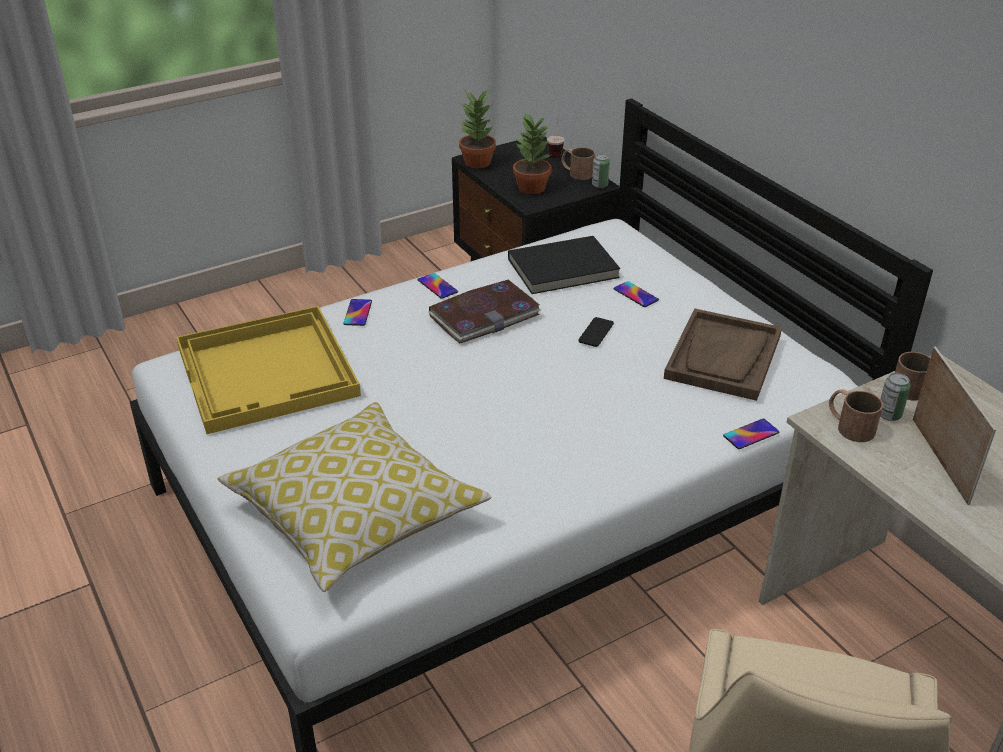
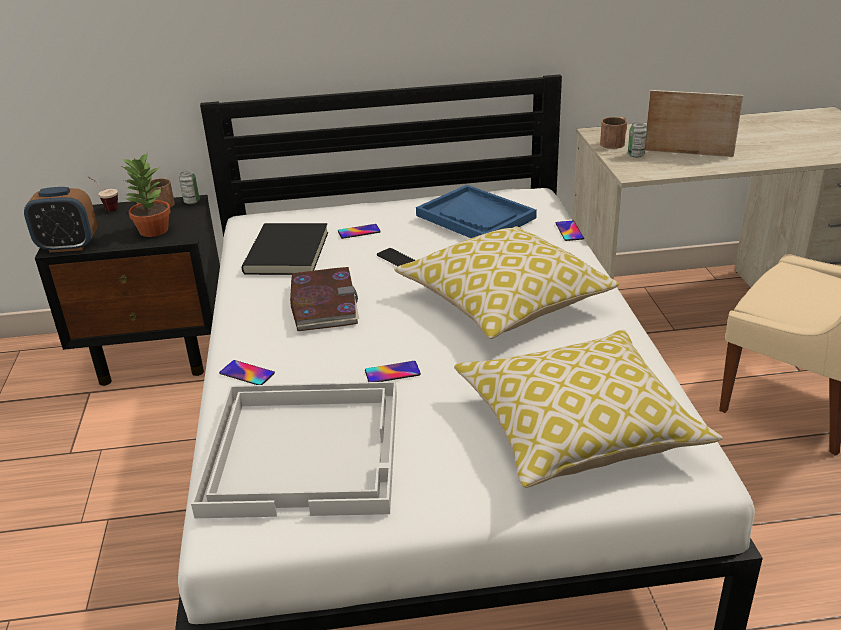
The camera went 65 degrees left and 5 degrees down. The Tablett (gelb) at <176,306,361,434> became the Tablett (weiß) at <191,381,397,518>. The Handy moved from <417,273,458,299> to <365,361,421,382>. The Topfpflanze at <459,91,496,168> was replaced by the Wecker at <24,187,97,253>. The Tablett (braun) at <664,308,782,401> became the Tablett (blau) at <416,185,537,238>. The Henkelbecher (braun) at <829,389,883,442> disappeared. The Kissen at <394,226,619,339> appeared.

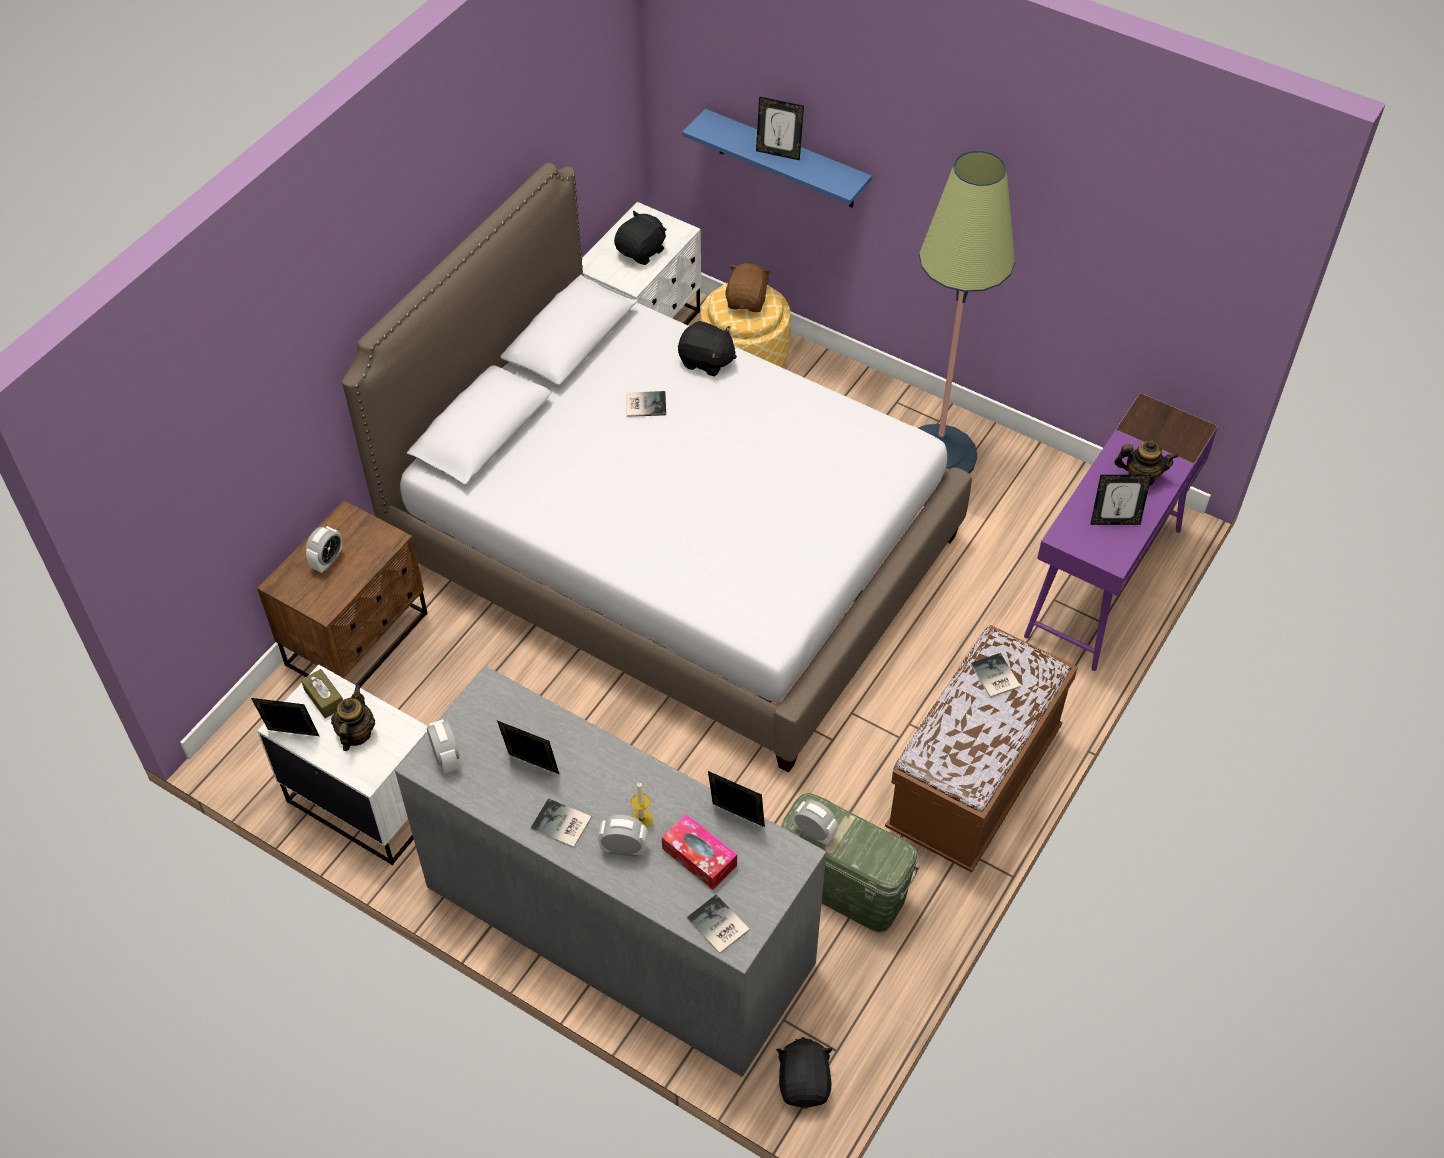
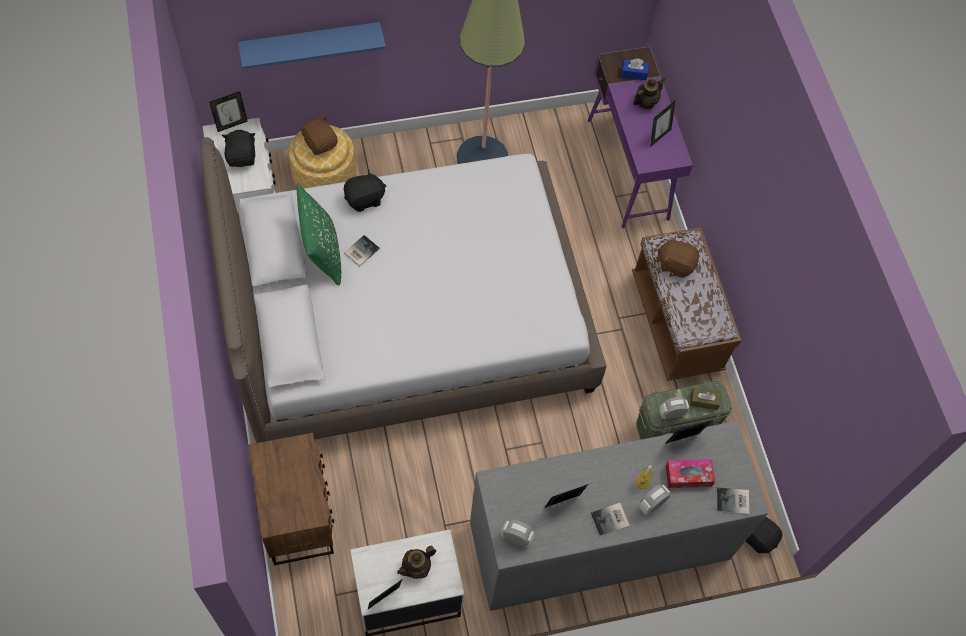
The camera went 50 degrees left and 10 degrees up. The Taschentuchbox (braun) moved from <301,669,343,718> to <690,388,721,410>. The Wecker at <305,526,342,573> disappeared. The Teekanne at <331,685,375,751> turned 90 degrees counterclockwise. The Bilderrahmen moved from <756,97,804,160> to <209,91,248,132>. The Buch at <971,653,1021,698> was replaced by the Plüschtier (braun) at <657,235,699,278>. The Kissen (grün) at <296,183,341,286> appeared. The Taschentuchbox (blau) at <621,59,649,80> appeared.

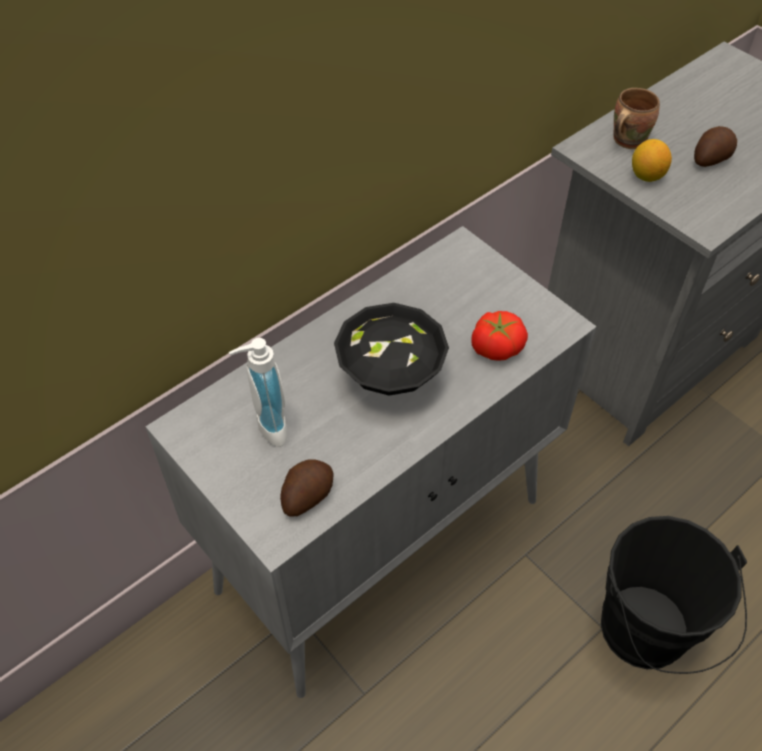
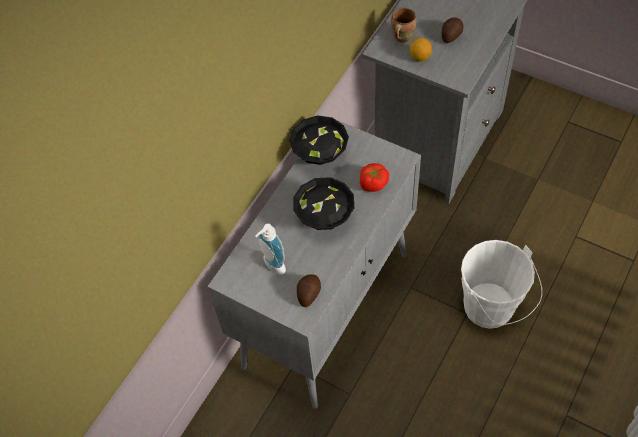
The camera went 15 degrees left and 5 degrees up. The Eimer (schwarz) at <601,516,747,674> became the Eimer (weiß) at <461,240,542,329>. The Schüssel (schwarz) at <289,116,349,165> appeared.

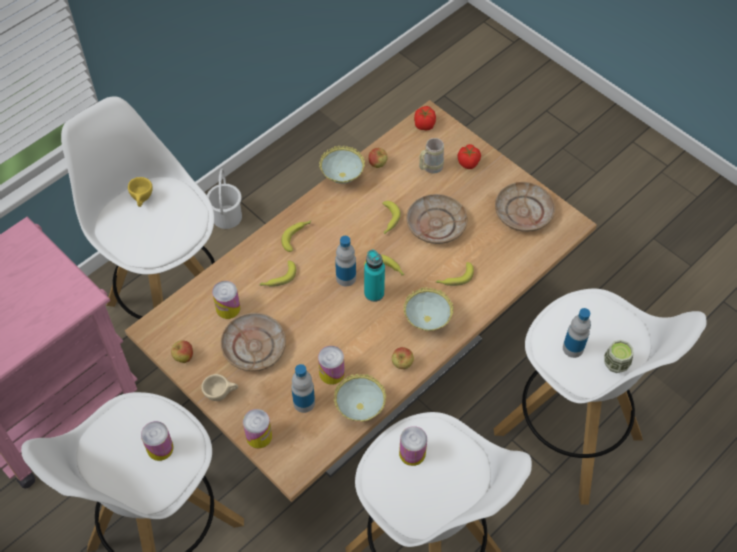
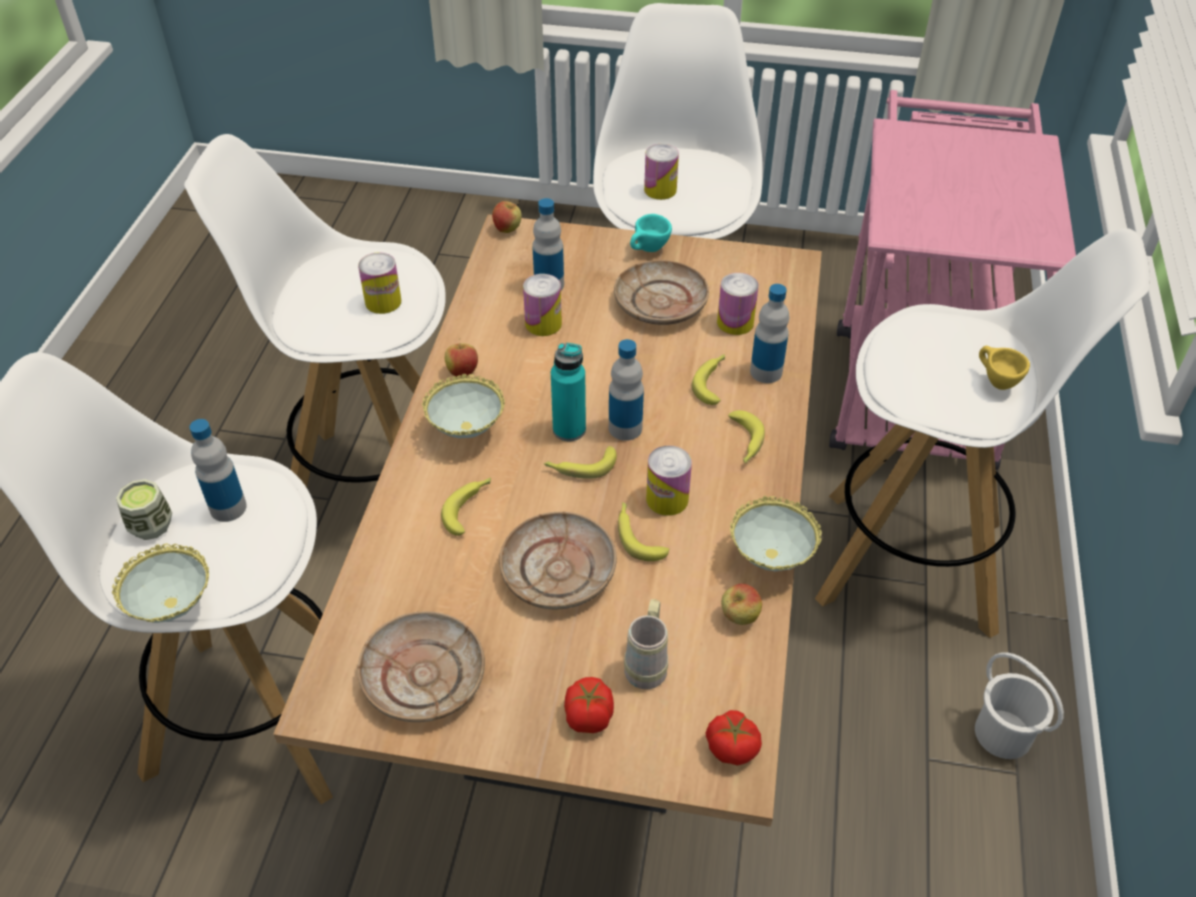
The camera went 145 degrees right and 10 degrees down. The Apfel moved from <171,341,193,363> to <492,201,522,233>. The Tasse (beige) at <201,374,238,401> became the Tasse (türkis) at <630,214,672,252>. The Dose moved from <243,409,272,448> to <646,445,692,516>. The Schüssel moved from <334,374,386,421> to <112,543,209,623>. The Flasche at <750,284,789,383> appeared.

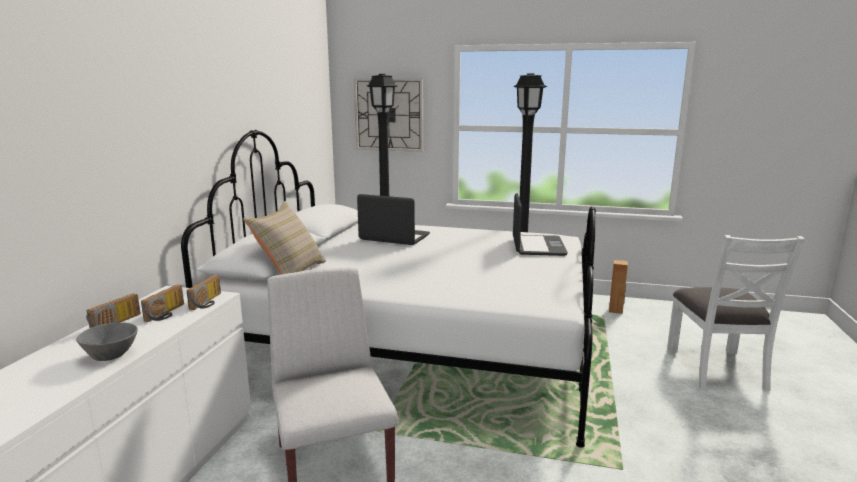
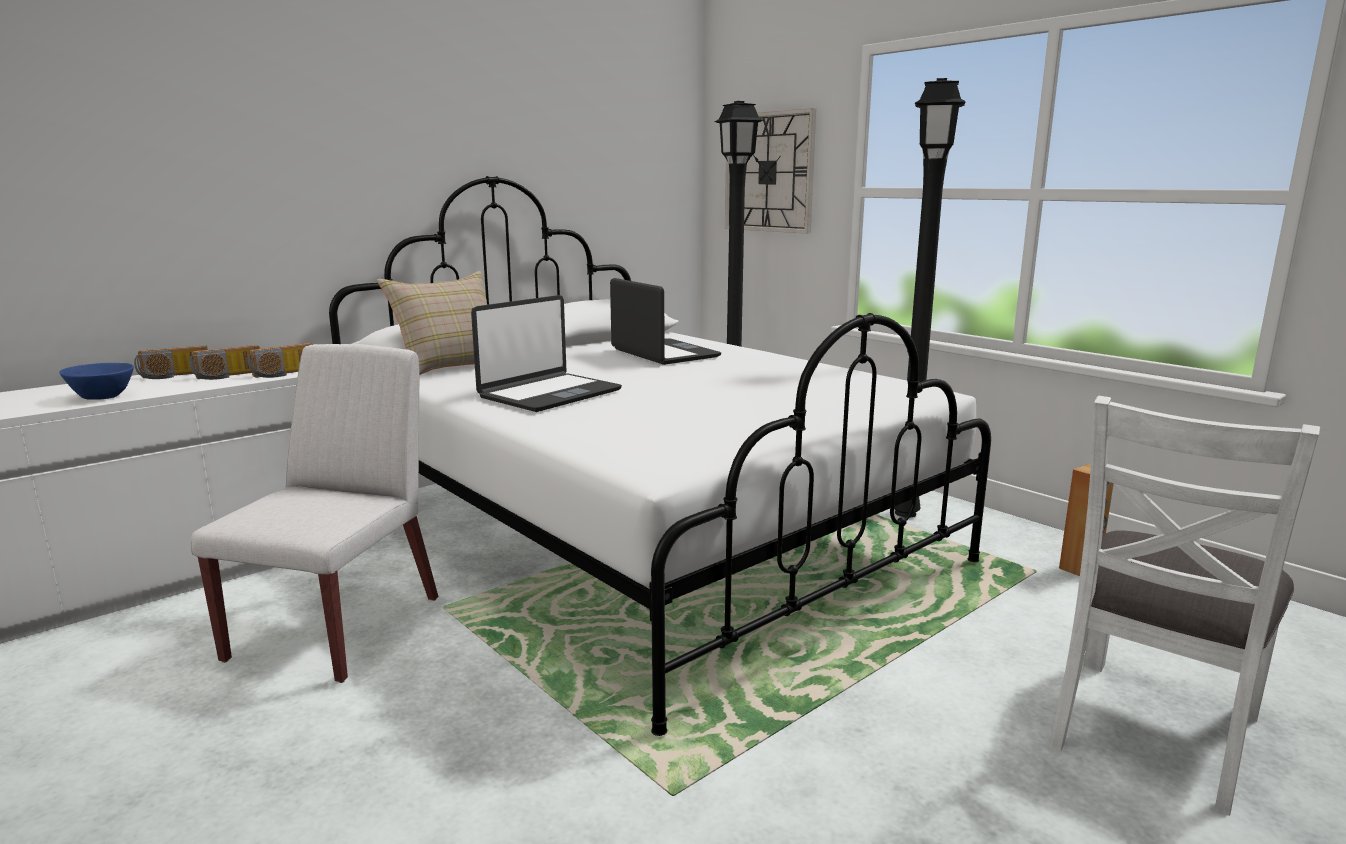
The camera went 35 degrees right and 0 degrees up. The Schüssel (grau) at <76,322,138,361> became the Schüssel (blau) at <59,363,134,400>. The Laptop moved from <513,193,568,256> to <471,295,622,412>.

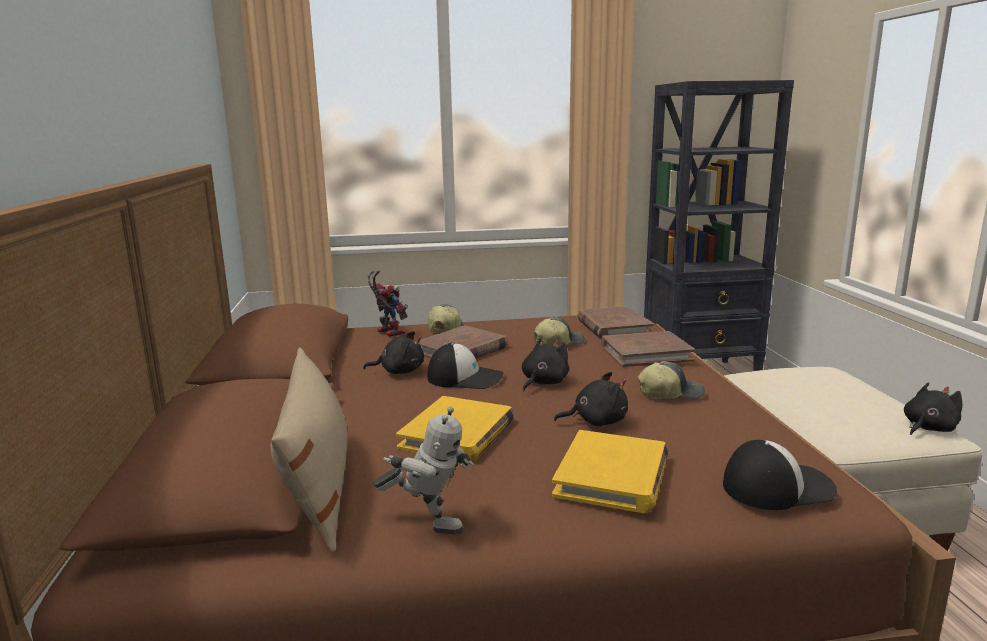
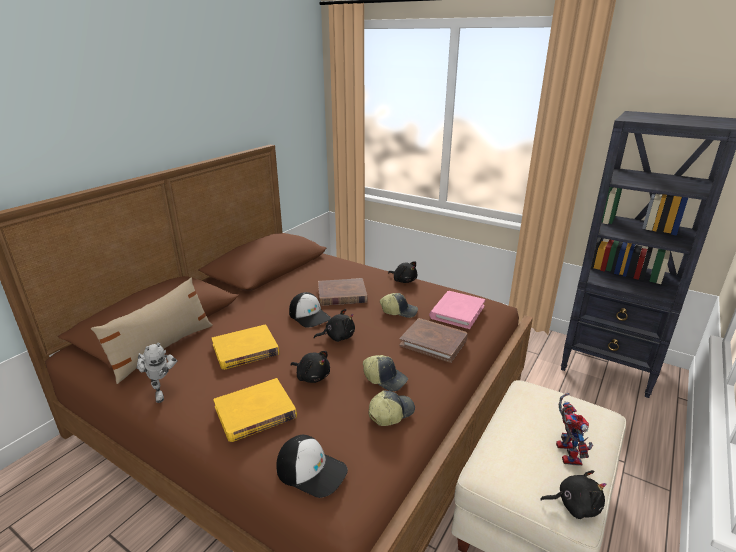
The camera went 40 degrees right and 10 degrees up. The Plüschtier (schwarz) moved from <363,331,424,374> to <388,261,417,283>. The Spielzeugroboter moved from <367,271,408,337> to <556,393,593,466>. The Kappe moved from <428,304,463,333> to <368,391,415,426>. The Buch (braun) at <577,306,654,339> became the Buch (rosa) at <429,291,485,329>.

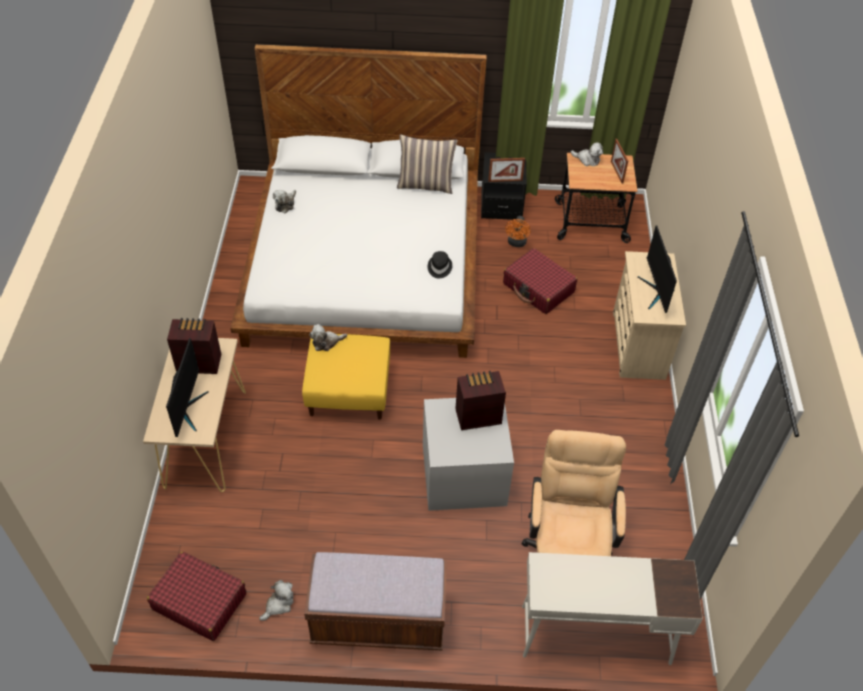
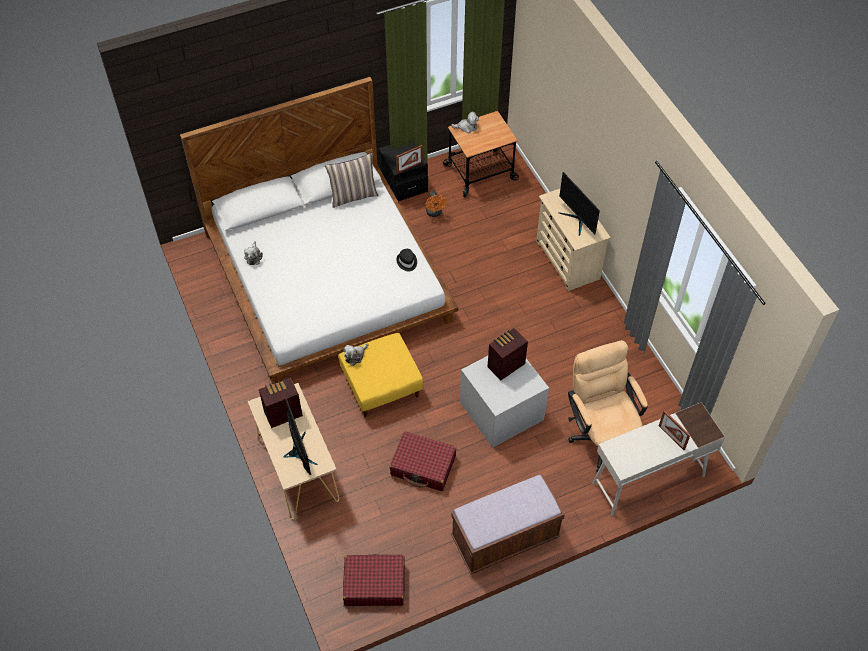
The camera went 25 degrees left and 5 degrees up. The Plüschtier at <259,580,294,621> disappeared. The Koffer (rot) moved from <503,248,577,314> to <390,431,456,491>. The Bilderrahmen moved from <611,139,628,184> to <659,410,690,450>.

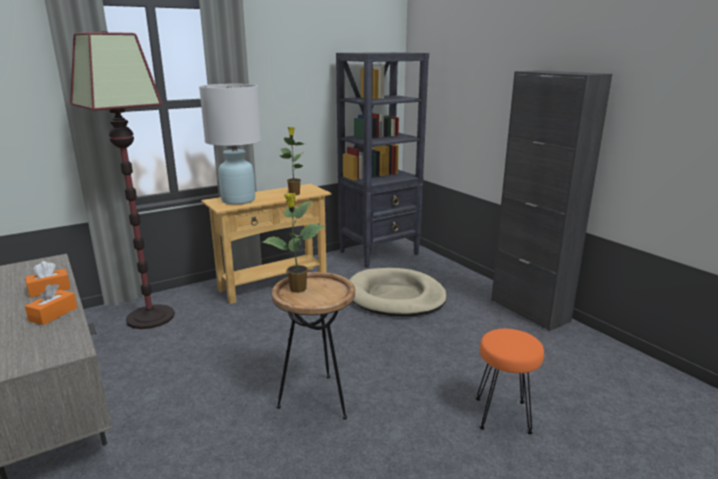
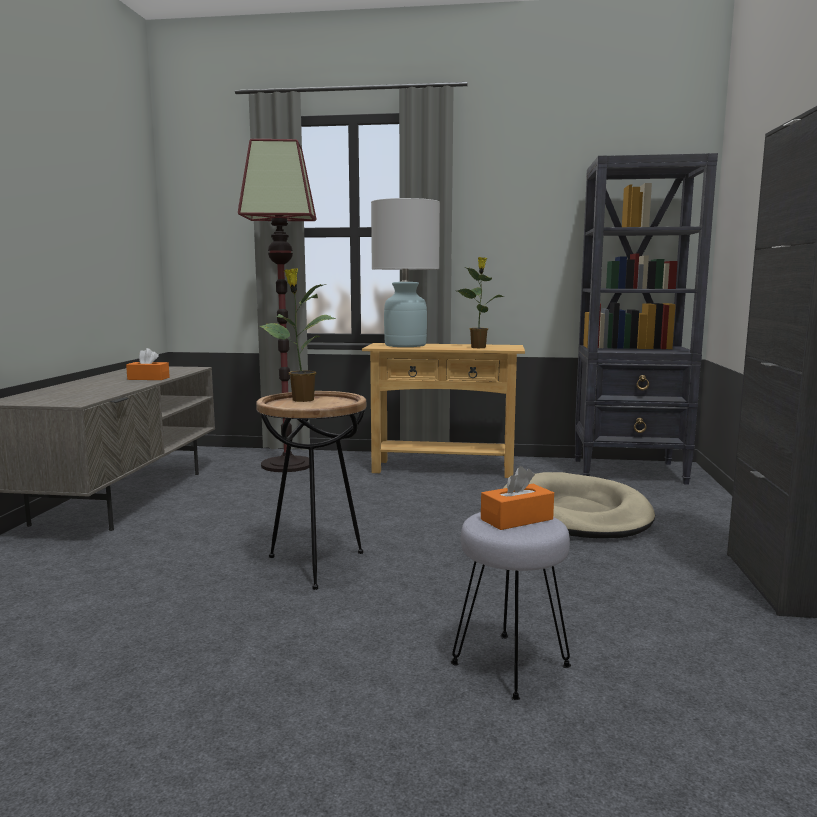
The camera went 40 degrees right and 10 degrees down. The Taschentuchbox (orange) moved from <25,284,77,325> to <481,466,554,530>. The Hocker (orange) at <476,329,544,434> became the Hocker (grau) at <451,512,571,700>.

